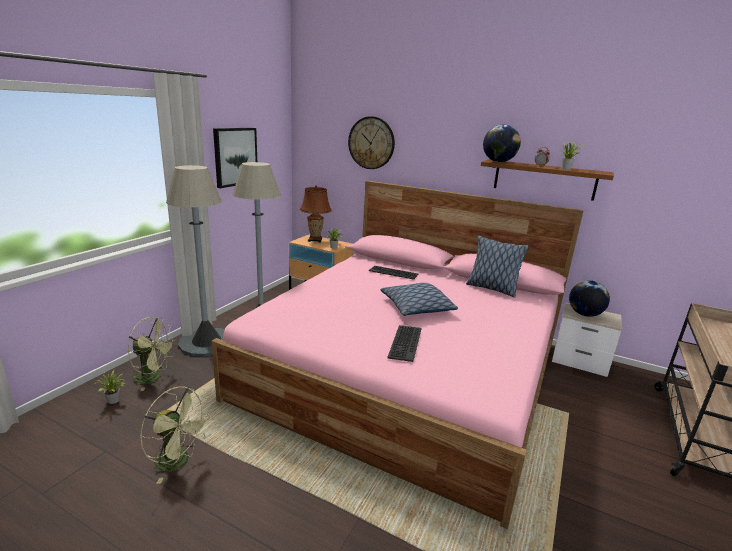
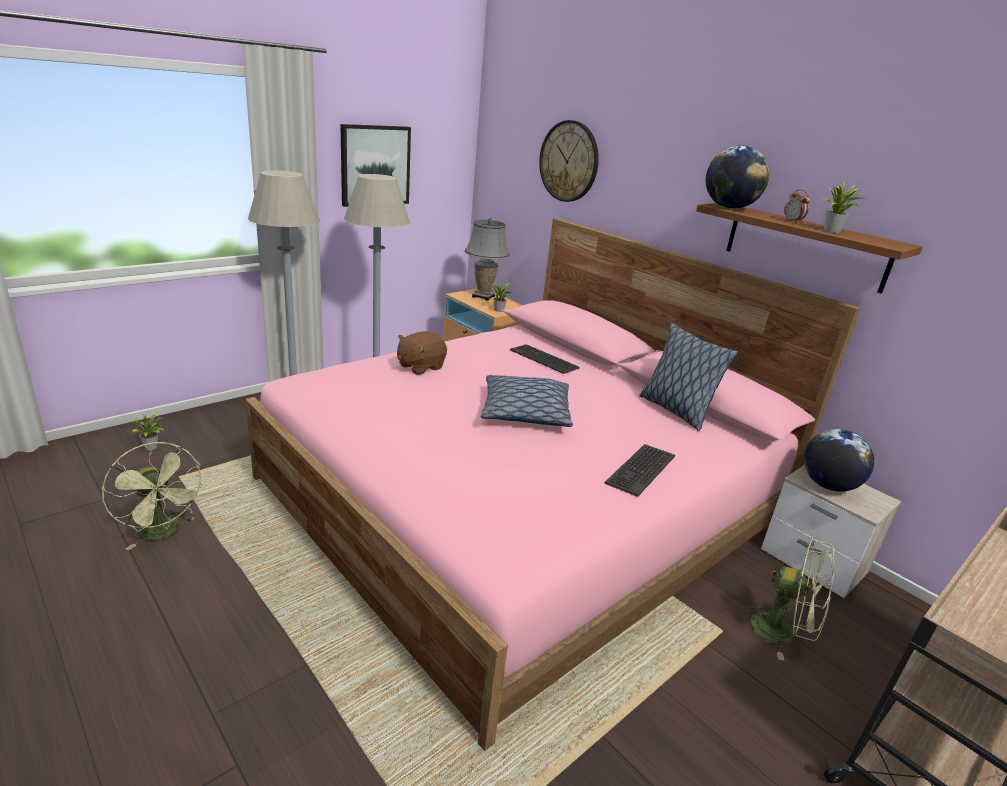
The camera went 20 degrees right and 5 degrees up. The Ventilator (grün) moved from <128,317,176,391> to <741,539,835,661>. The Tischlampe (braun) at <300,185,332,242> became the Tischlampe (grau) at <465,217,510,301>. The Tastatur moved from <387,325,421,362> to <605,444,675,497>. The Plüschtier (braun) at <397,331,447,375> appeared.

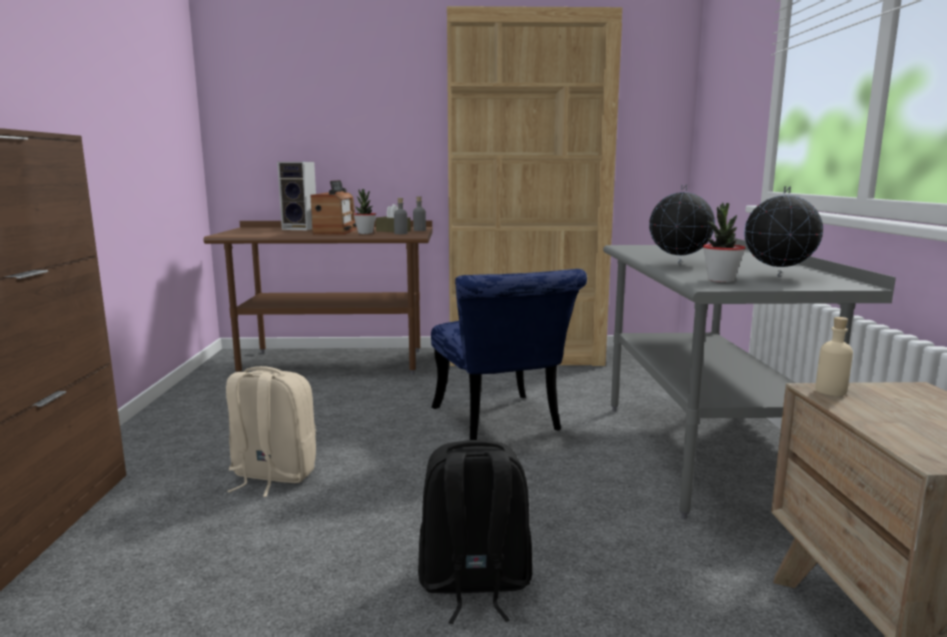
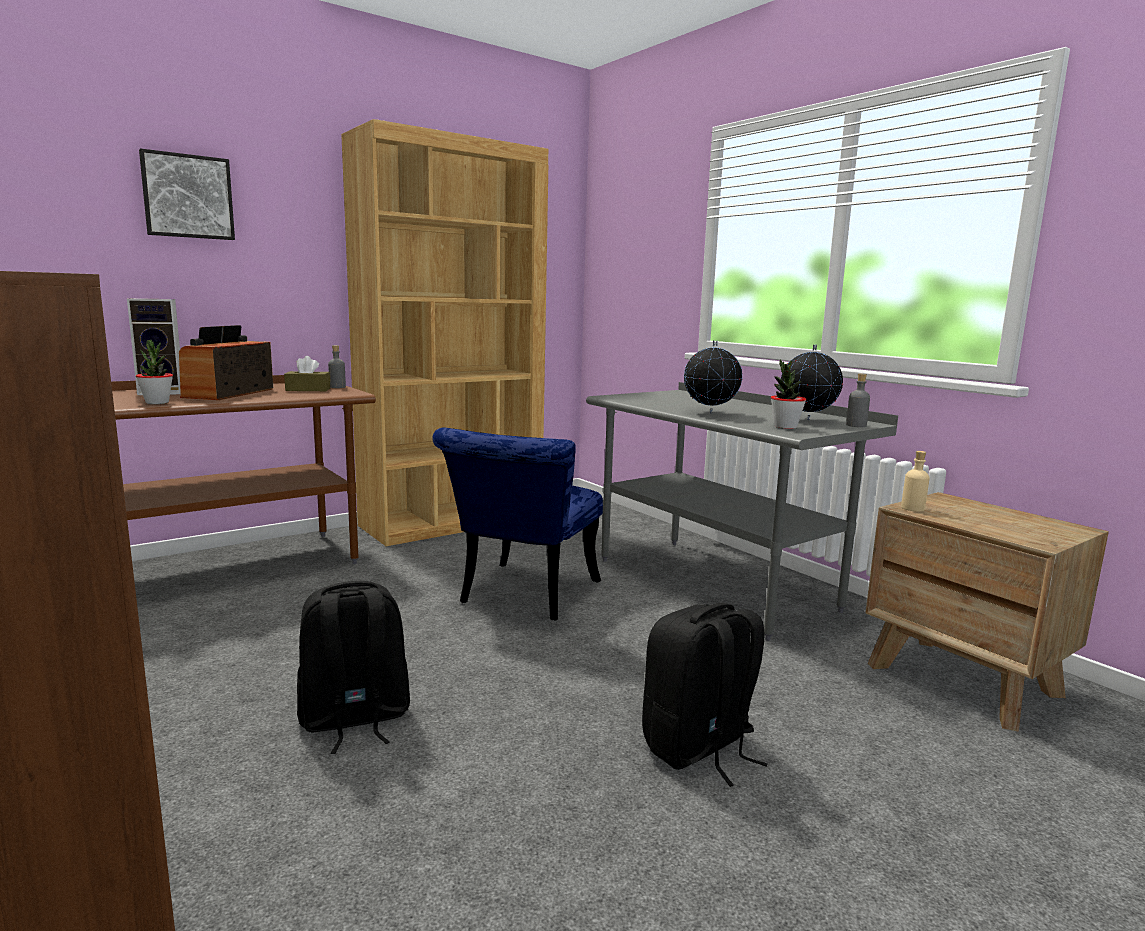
The camera went 35 degrees left and 0 degrees up. The Rucksack (beige) at <226,366,316,497> became the Rucksack (schwarz) at <297,581,410,754>. The Radio at <310,180,357,234> turned 135 degrees counterclockwise. The Topfpflanze moved from <353,189,376,234> to <136,340,173,404>. The Flasche (grau) moved from <394,198,408,234> to <846,374,870,427>. The Stuhl (blau) at <431,269,587,440> turned 75 degrees clockwise. The Bild at <139,148,235,240> appeared.

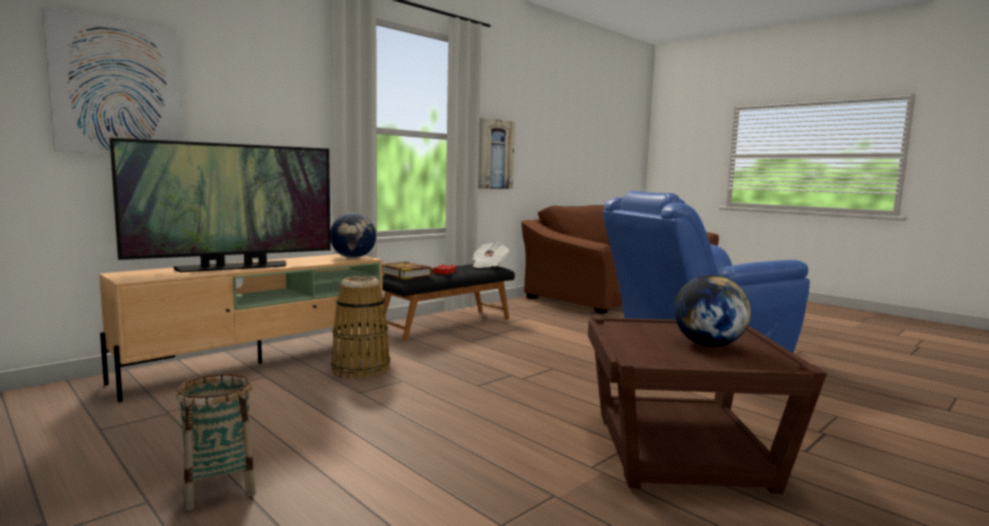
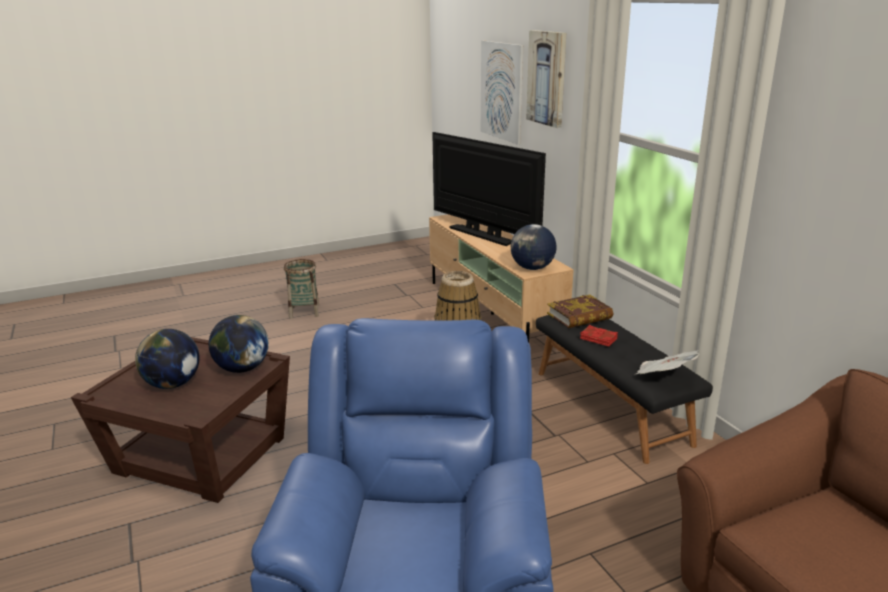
The camera went 110 degrees right and 15 degrees up. The Fernseher at <110,138,331,272> turned 150 degrees clockwise. The Bild moved from <478,118,515,189> to <526,30,566,128>. The Globus at <209,315,269,373> appeared.

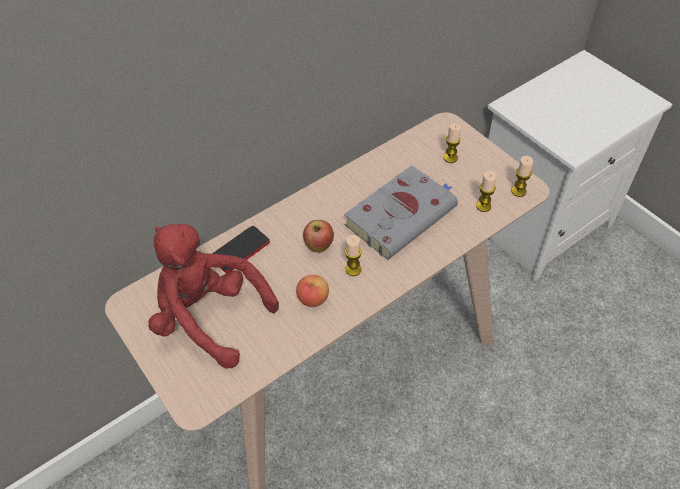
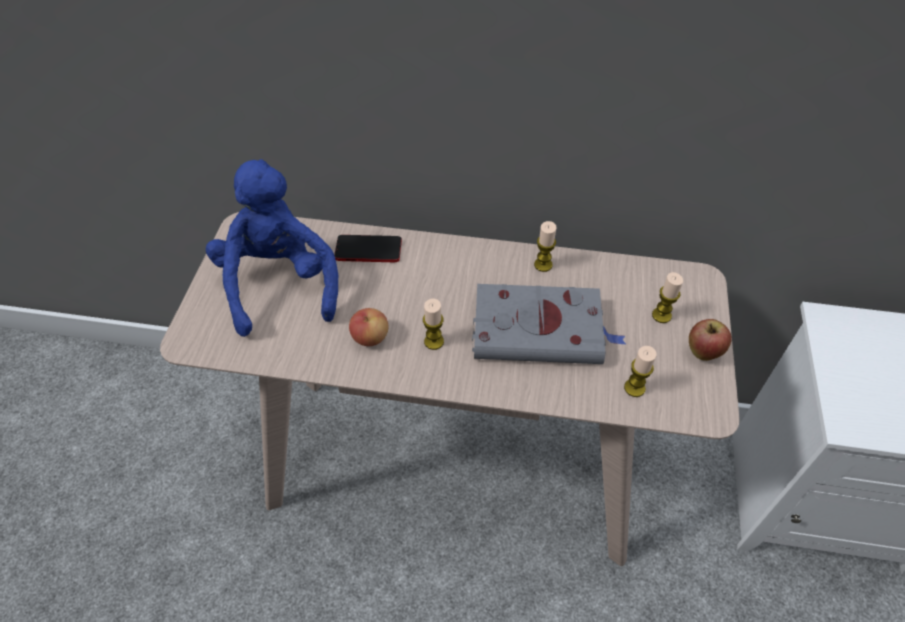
The camera went 45 degrees right and 0 degrees up. The Plüschtier (rot) at <148,224,279,368> became the Plüschtier (blau) at <206,159,338,337>. The Apfel moved from <303,220,334,253> to <689,319,732,361>. The Kerze moved from <511,156,533,197> to <534,221,556,272>.

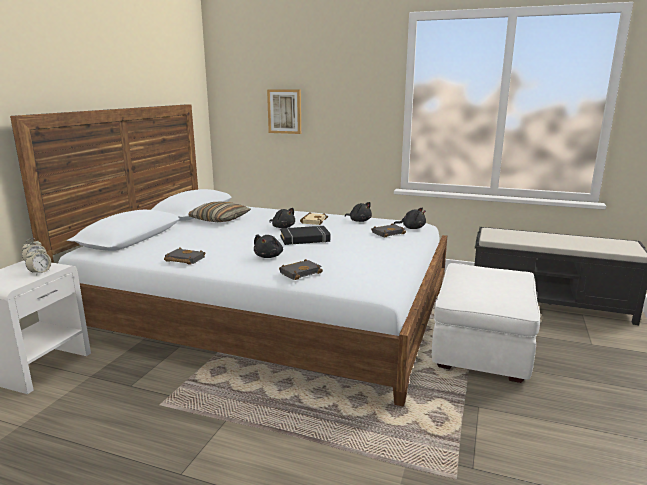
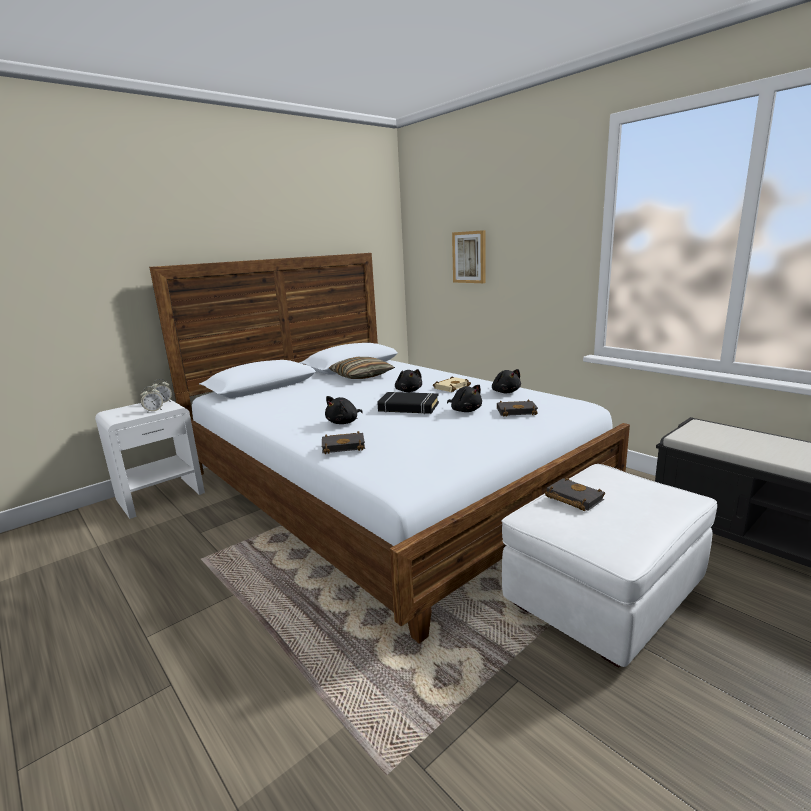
The camera went 30 degrees right and 0 degrees up. The Buch (schwarz) moved from <164,247,205,265> to <545,478,605,511>. The Plüschtier (schwarz) moved from <393,208,426,229> to <447,385,482,412>.

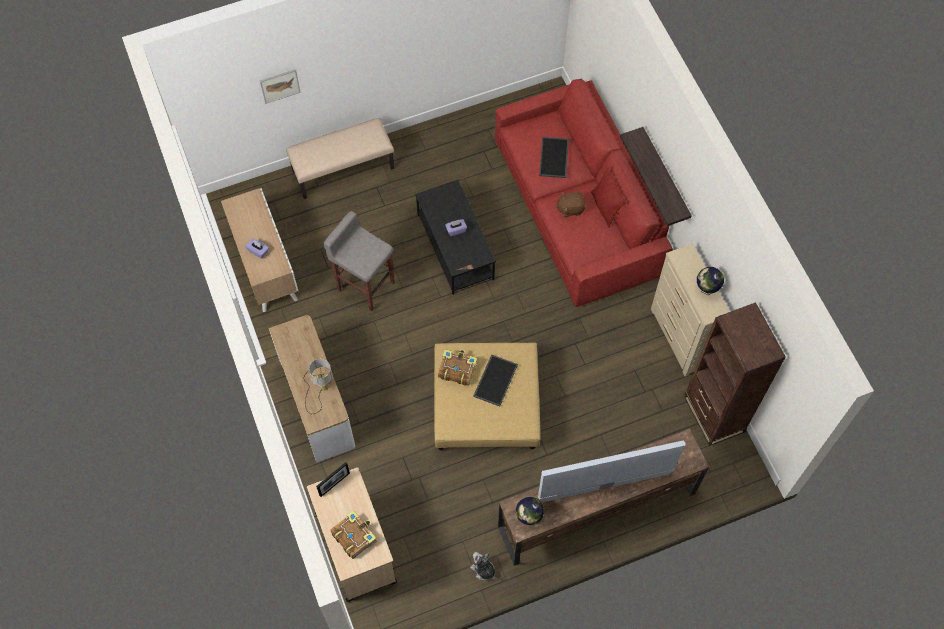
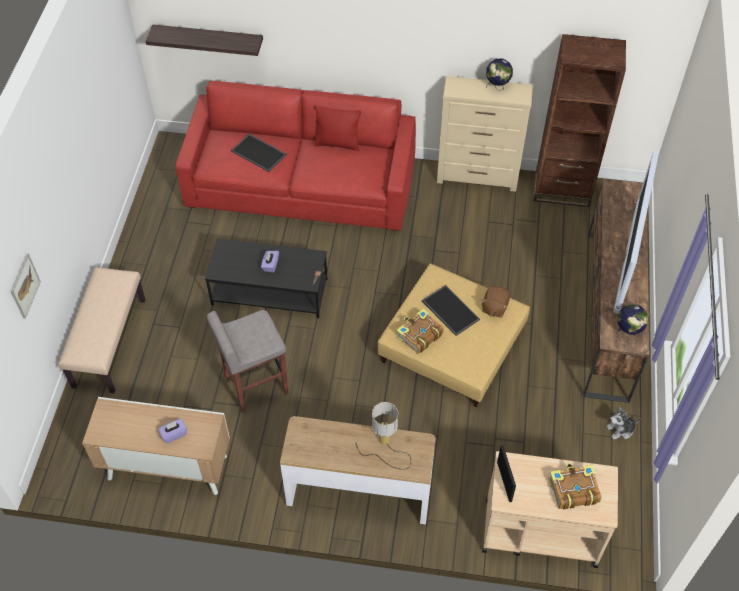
The camera went 60 degrees left and 10 degrees down. The Plüschtier (braun) moved from <555,192,585,217> to <482,286,510,317>. The Wandregal moved from <620,127,692,226> to <146,24,263,56>.

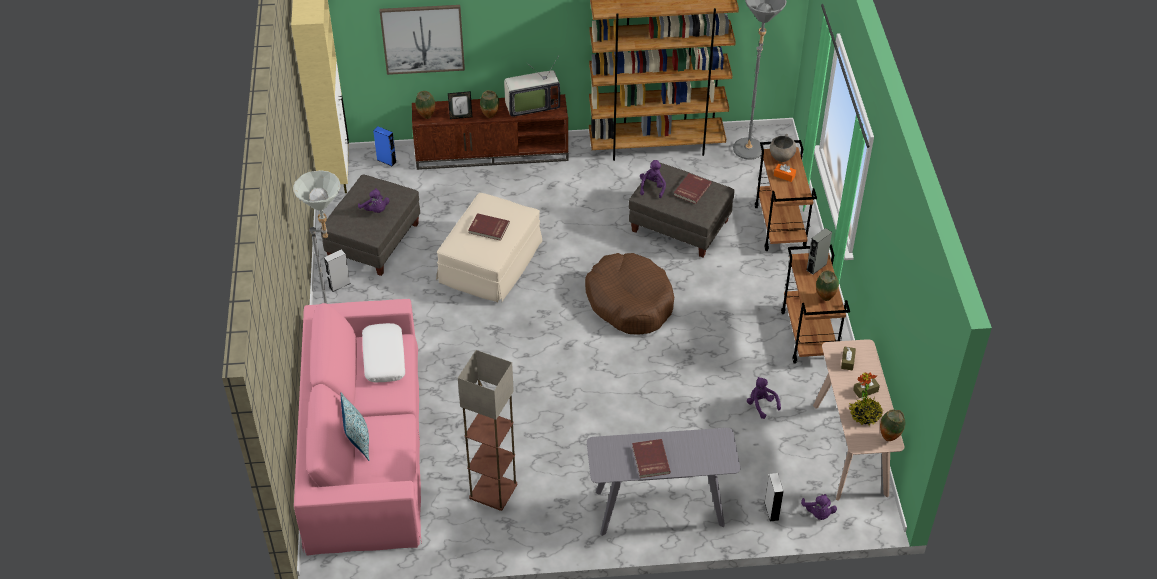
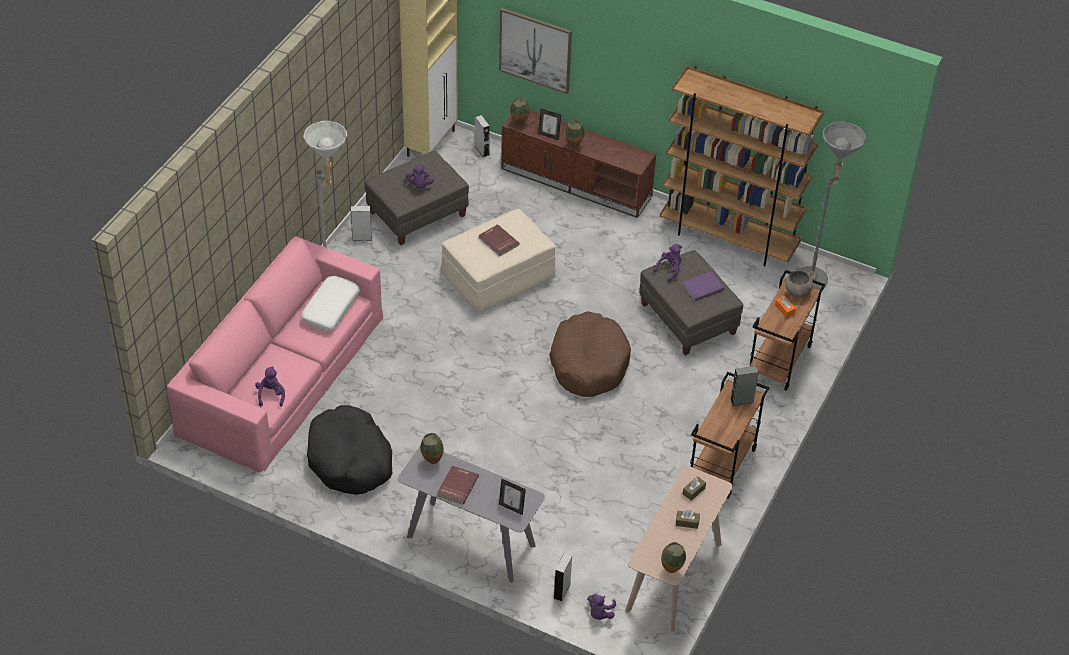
The camera went 30 degrees right and 0 degrees up. The Kissen at <341,392,369,461> disappeared. The Lautsprecher (blau) at <373,126,396,167> became the Lautsprecher (grau) at <475,115,490,157>. The Stehlampe at <458,350,517,511> was replaced by the Hundebett (schwarz) at <307,405,392,495>. The Fernseher at <504,57,560,118> disappeared. The Buch (rot) at <673,173,712,204> became the Buch (lila) at <682,271,725,301>. The Plüschtier (lila) moved from <747,377,781,419> to <255,367,285,407>. The Vase moved from <816,270,839,301> to <420,433,444,464>. The Topfpflanze at <849,372,883,426> disappeared. The Bilderrahmen at <499,479,526,515> appeared.

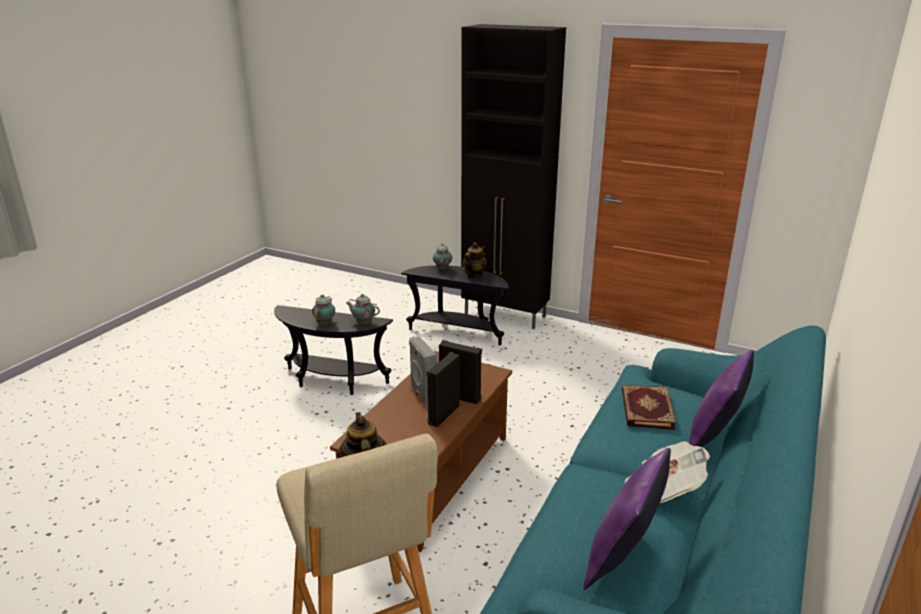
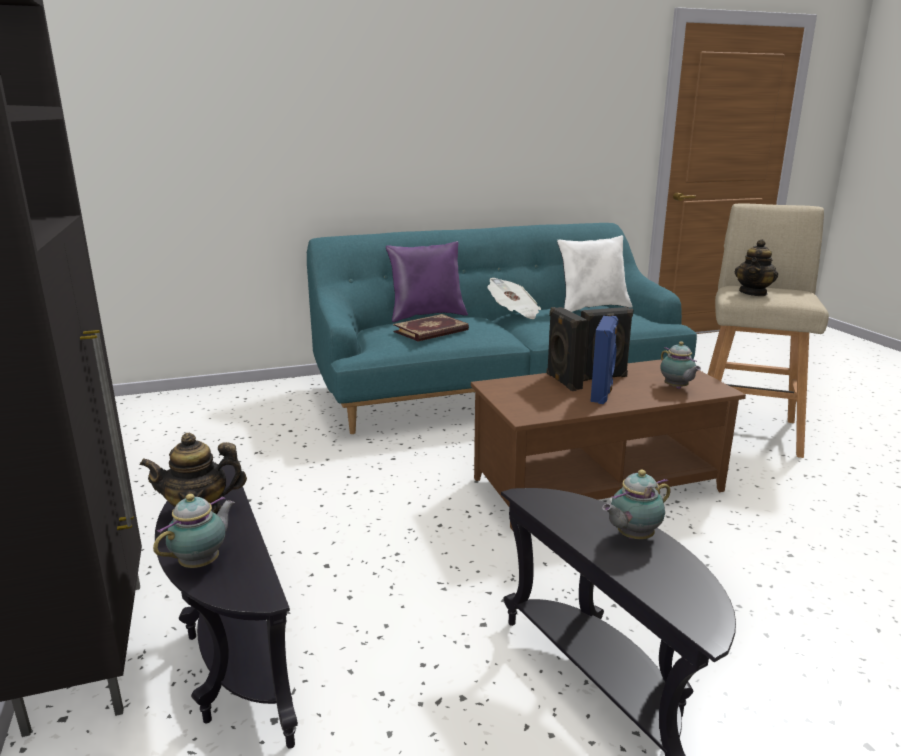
The camera went 135 degrees left and 5 degrees down. The Teekanne moved from <346,294,380,324> to <660,341,701,389>. The Lautsprecher (grau) at <409,336,437,408> became the Lautsprecher (blau) at <590,316,618,404>. The Kissen (lila) at <583,448,671,590> became the Kissen (weiß) at <557,235,633,312>.

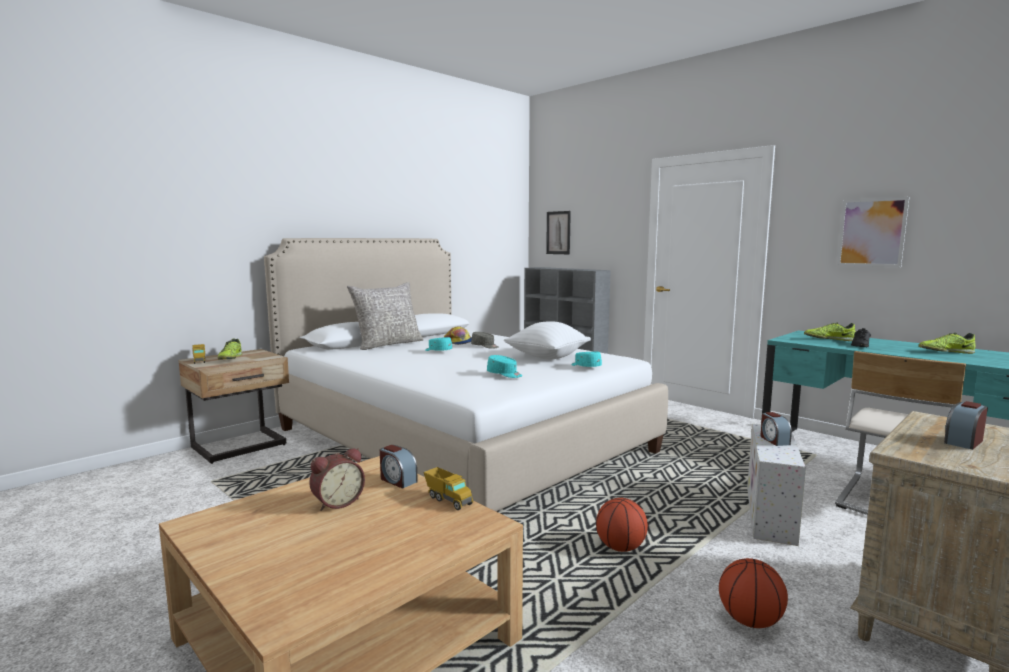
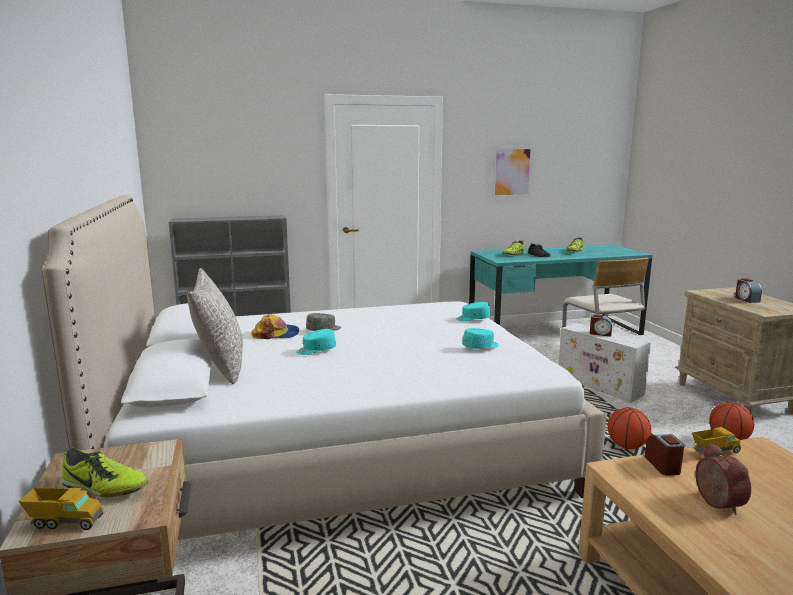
The camera went 60 degrees left and 5 degrees up. The Wecker at <380,445,418,489> turned 75 degrees counterclockwise. The Kissen (weiß) at <504,321,591,359> disappeared. The Bild at <546,211,571,254> disappeared.

